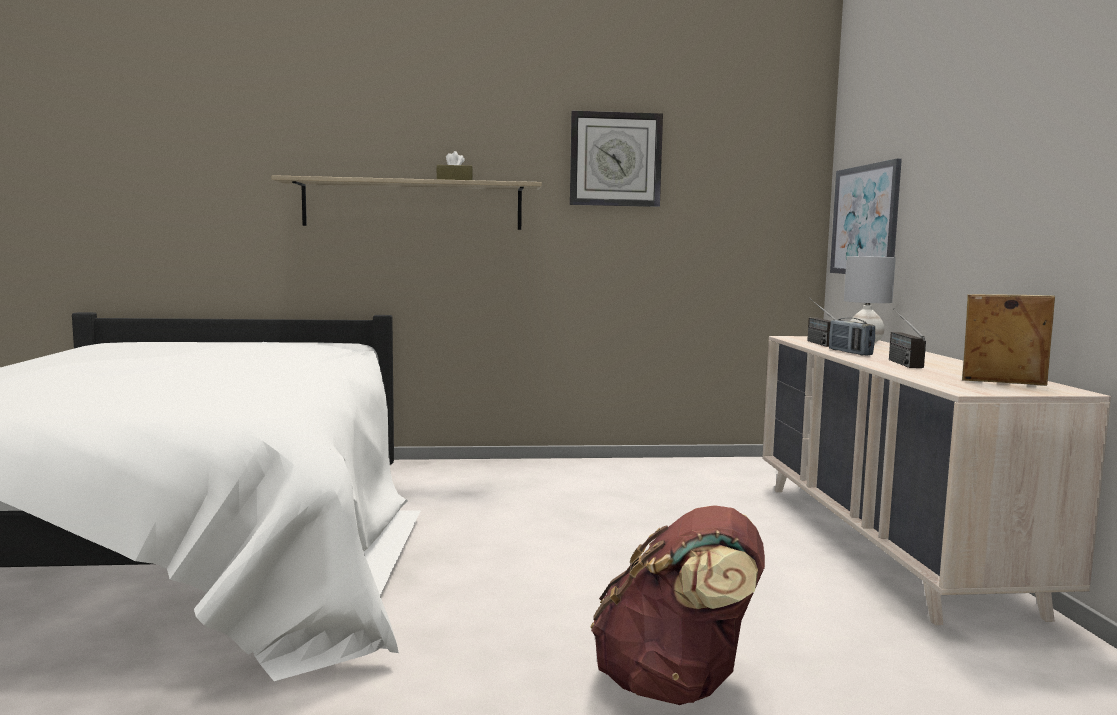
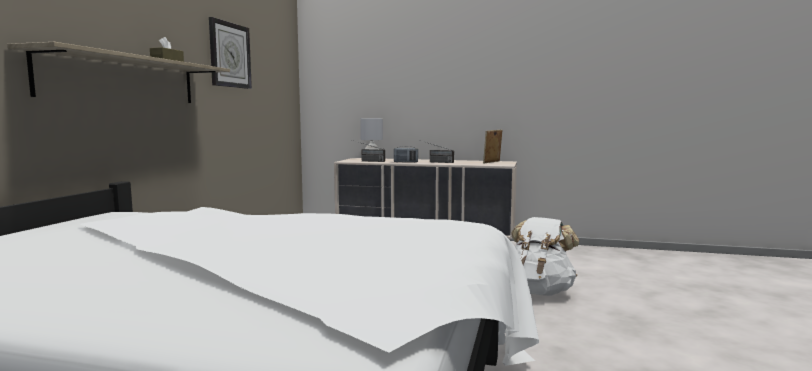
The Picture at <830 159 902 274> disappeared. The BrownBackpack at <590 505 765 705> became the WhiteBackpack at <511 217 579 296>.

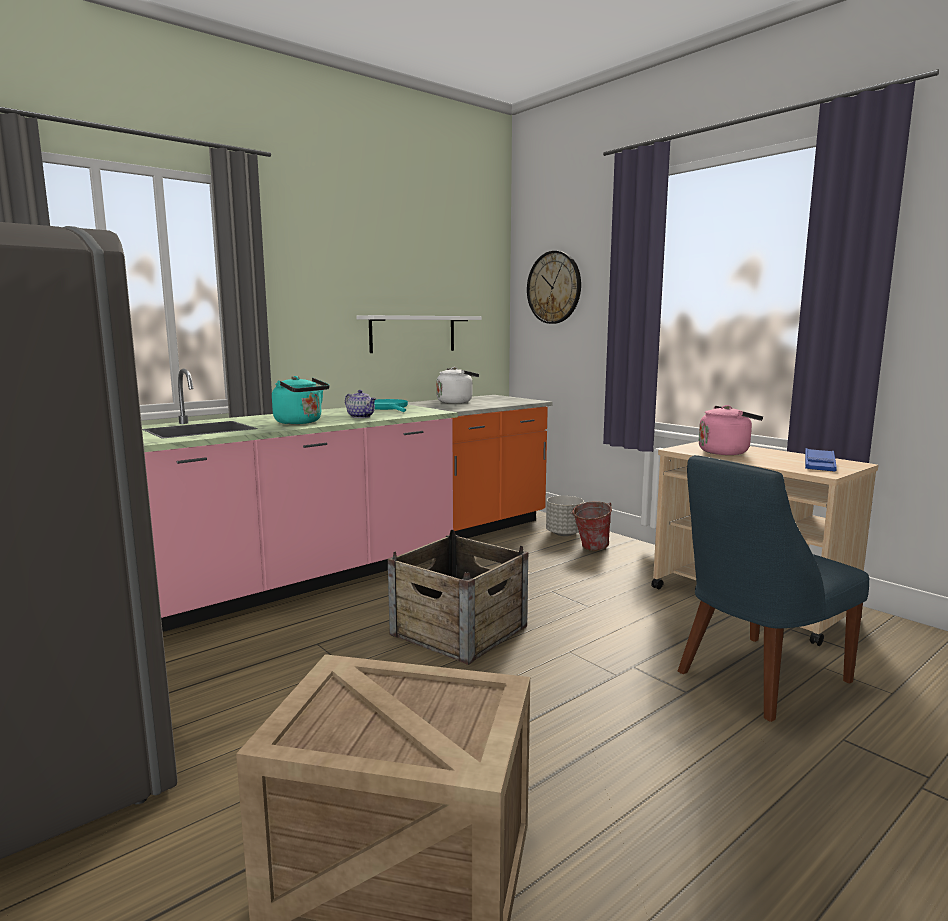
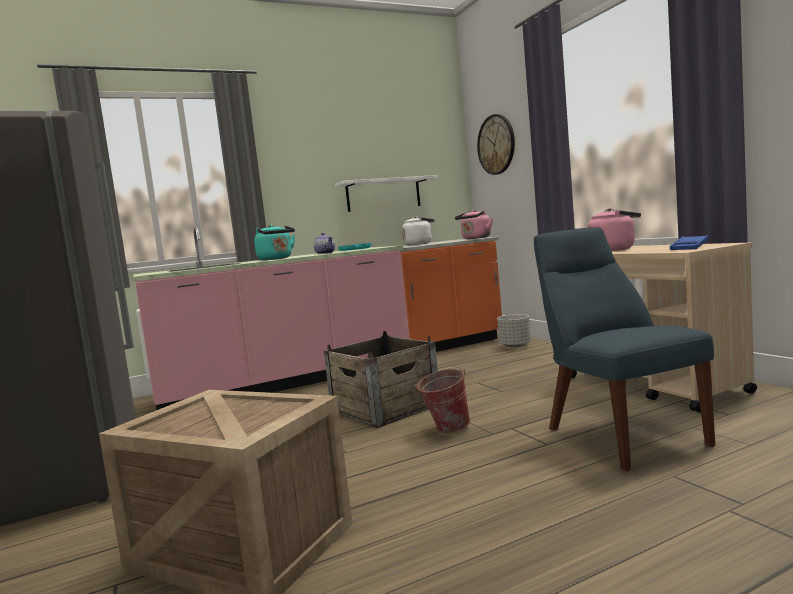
The PinkKettle at <455 210 493 239> appeared. The Bucket moved from <571 501 612 551> to <414 369 470 433>. The BlueChair at <678 455 870 722> turned 90 degrees clockwise.

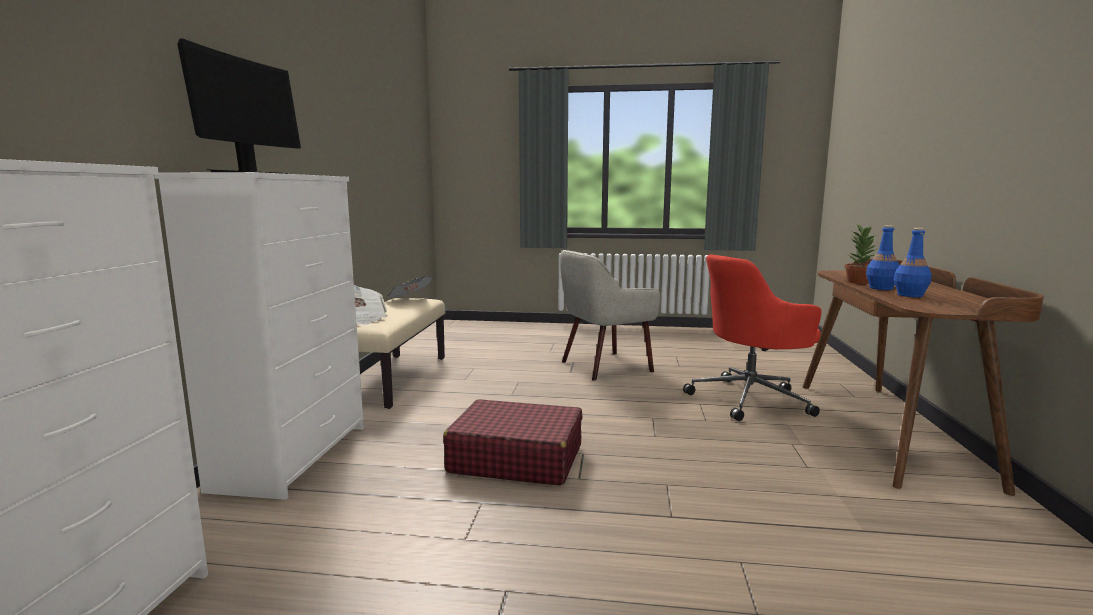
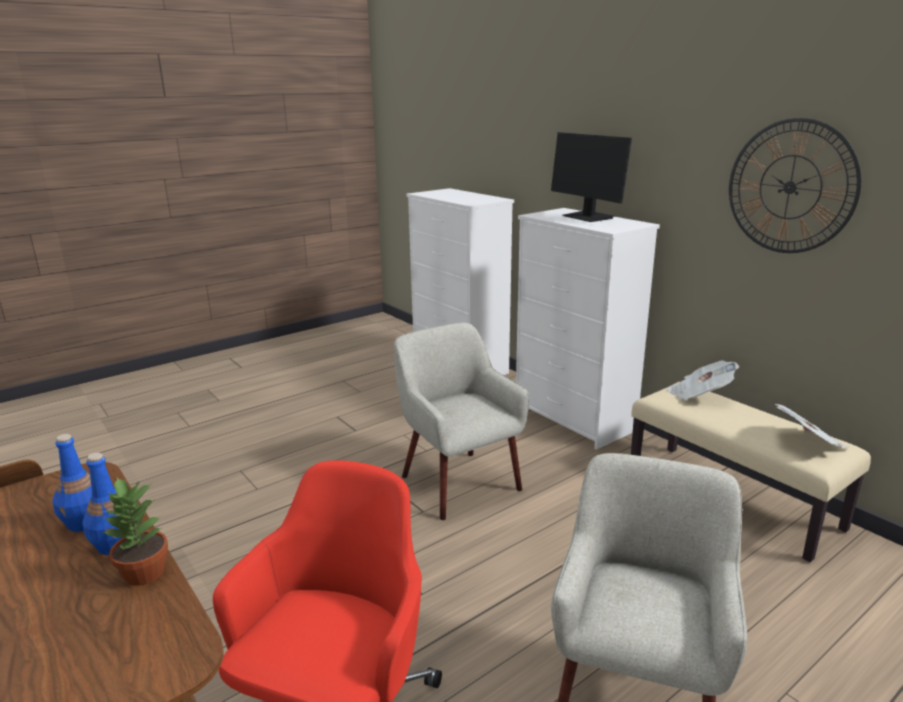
The WallClock at <729 118 861 253> appeared. The RedSuitcase at <443 399 582 486> was replaced by the BeigeArmchair at <394 323 529 520>.

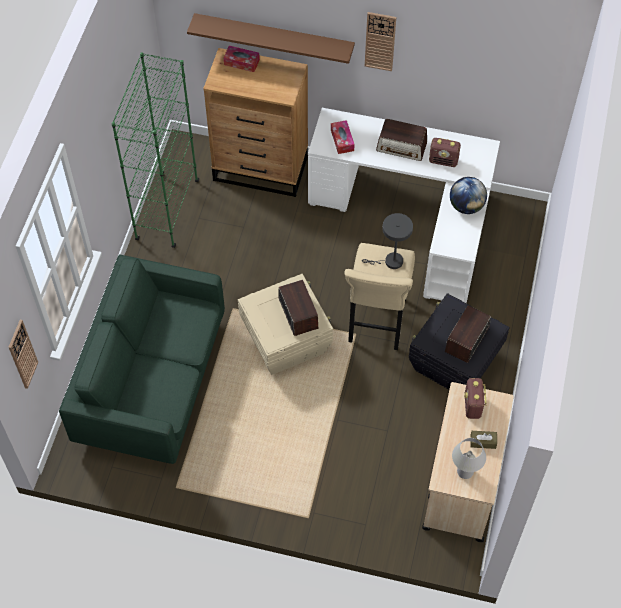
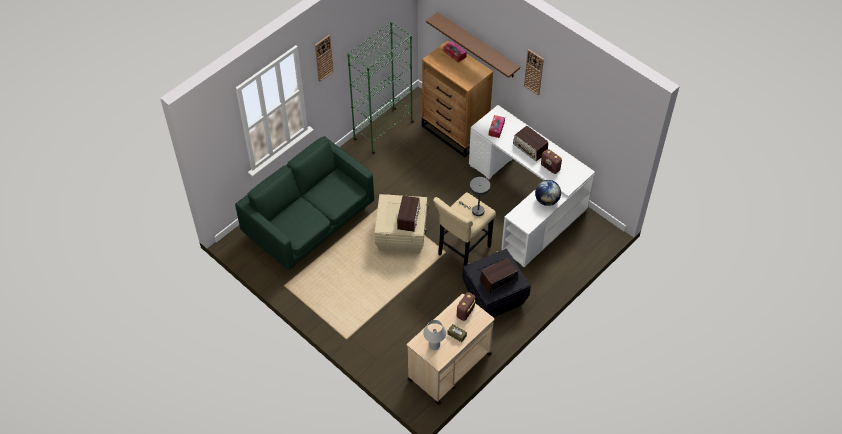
The WallClock moved from <9 320 38 389> to <315 35 333 82>.

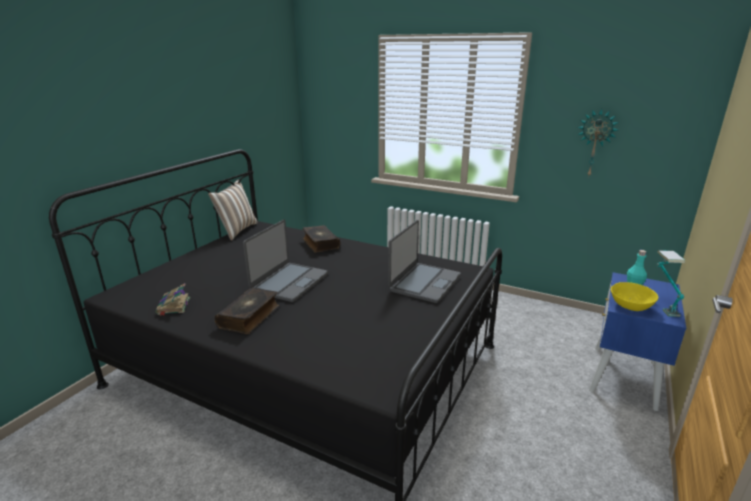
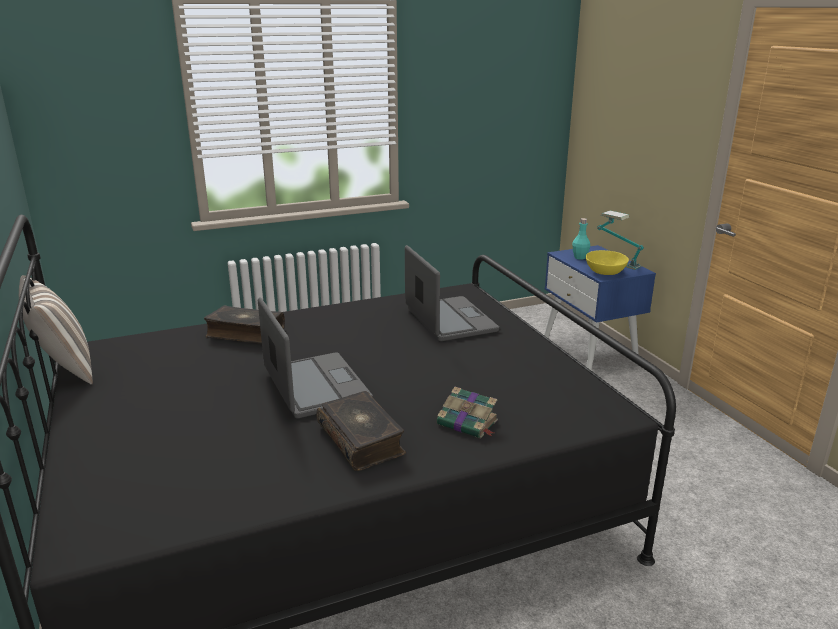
The WallClock at <578 109 619 178> disappeared. The Book moved from <155 283 190 316> to <437 386 498 438>.

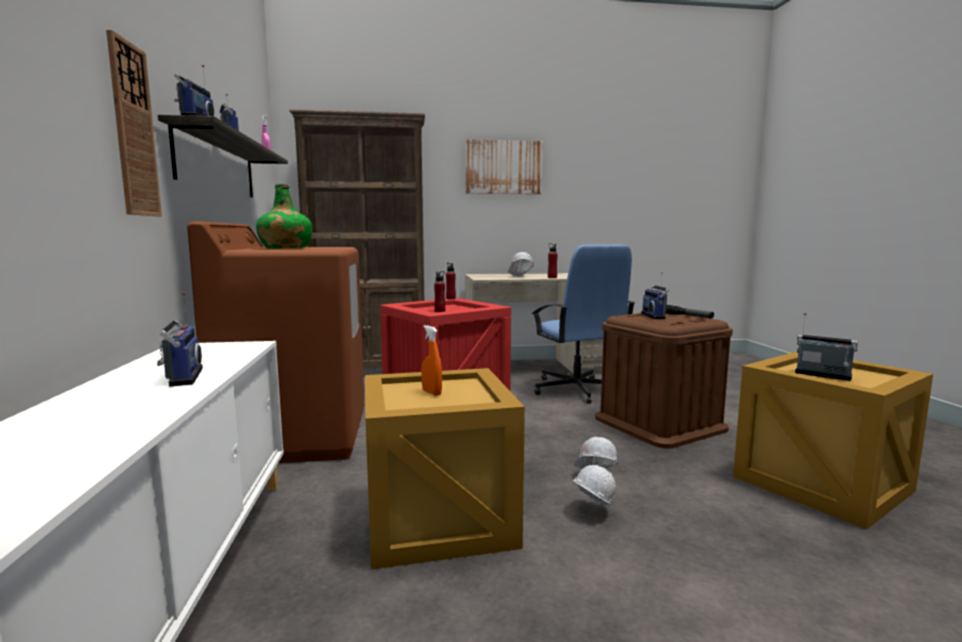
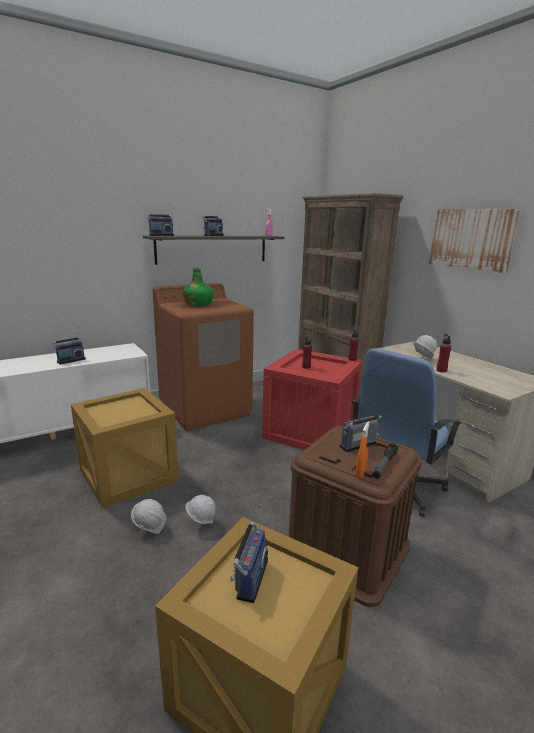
The WallClock at <106 30 162 217> disappeared. The OrangeSprayBottle moved from <421 325 442 396> to <355 421 370 478>.

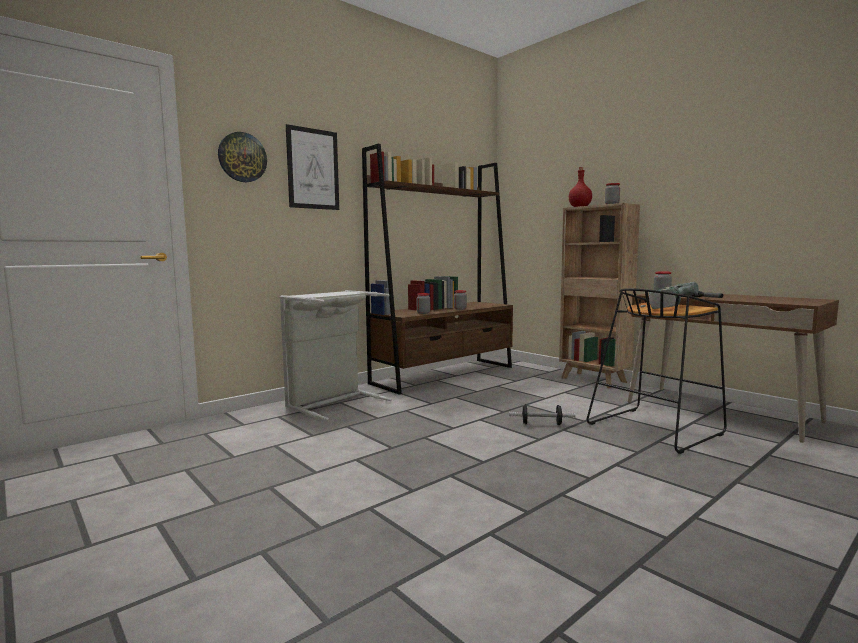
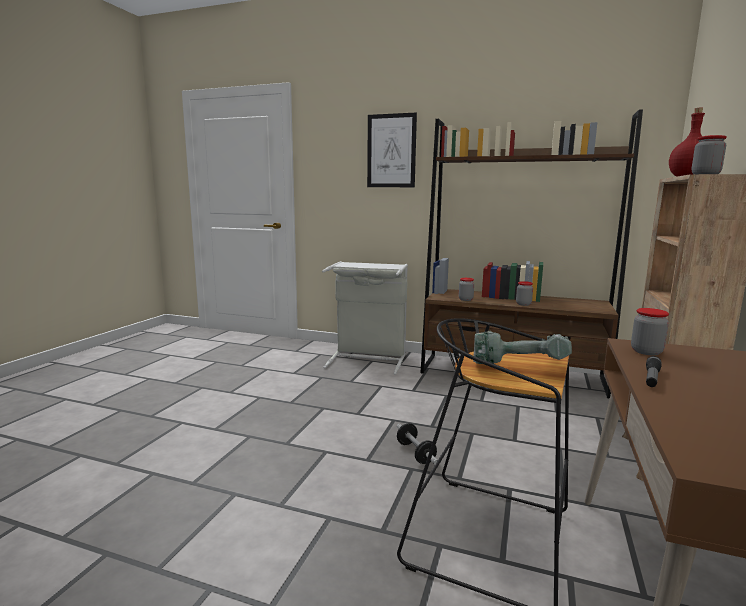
The WallClock at <218 132 267 182> disappeared.

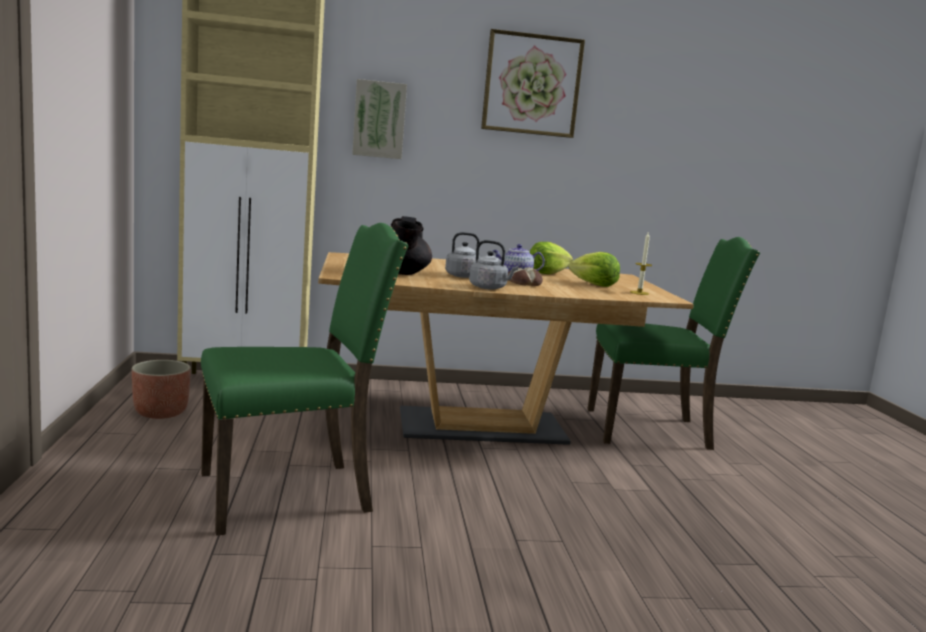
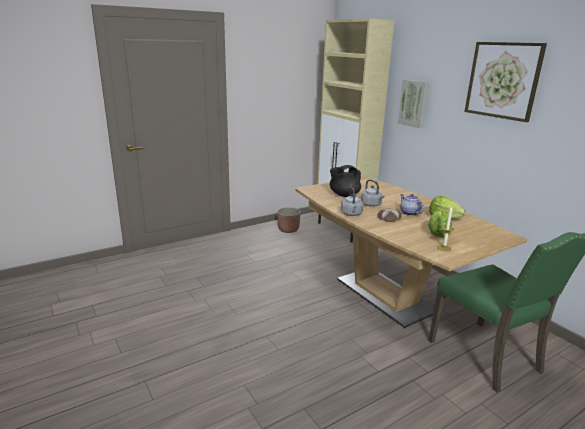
The GreenChair at <201 223 409 536> disappeared.

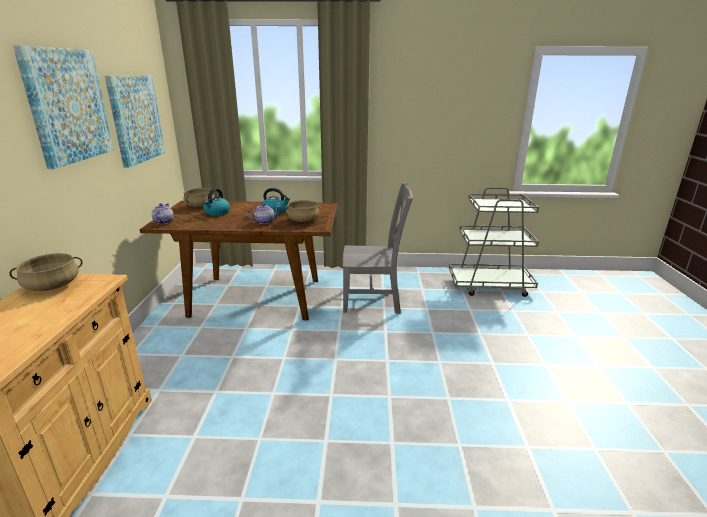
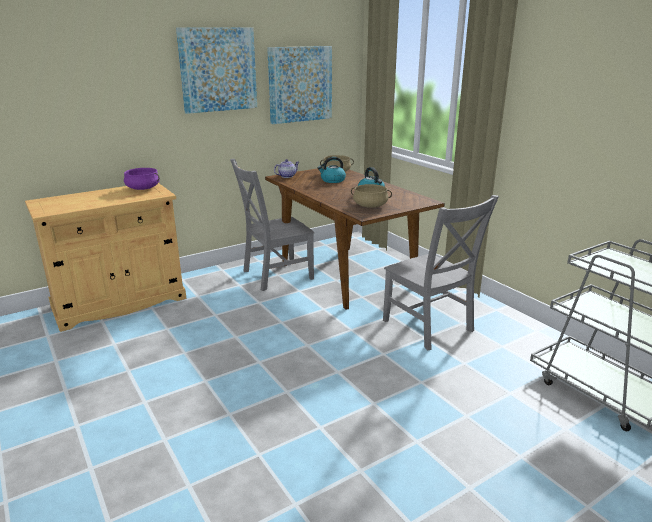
The Teapot at <247 203 280 224> disappeared. The GreyChair at <230 159 314 291> appeared. The BeigeCookingPot at <9 253 83 291> became the PurpleCookingPot at <124 168 160 190>.

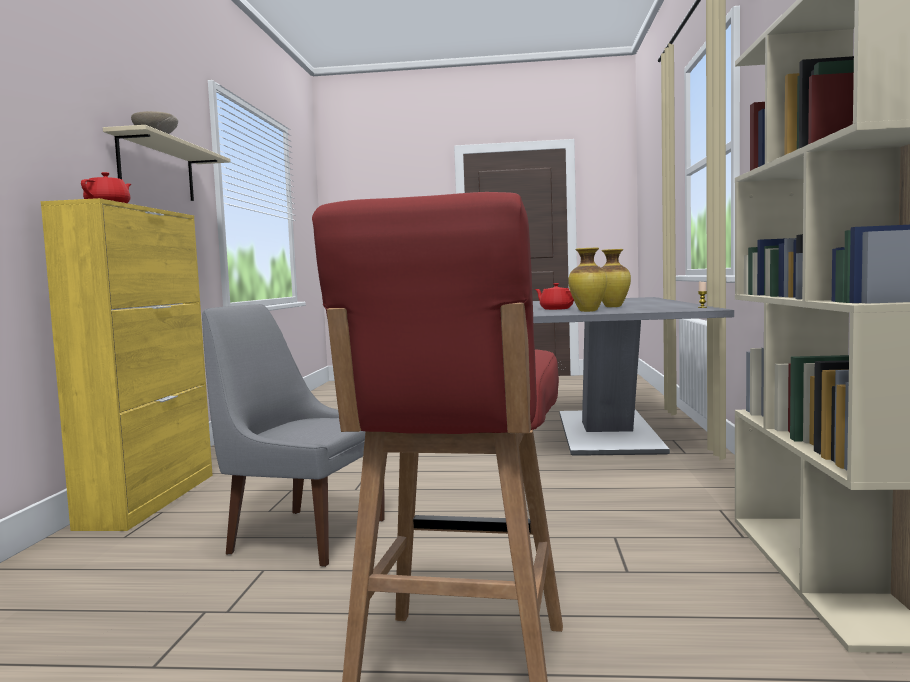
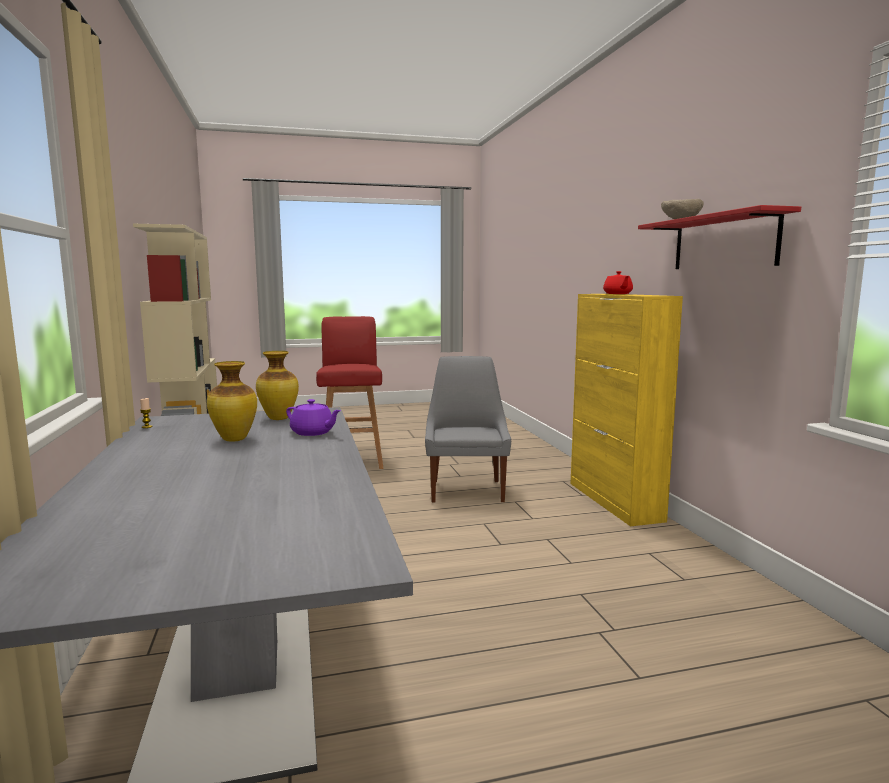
The BeigeShelf at <103 125 231 201> became the RedShelf at <638 205 801 269>. The RedTeapot at <535 283 574 310> became the PurpleTeapot at <286 399 341 436>. The GreyChair at <202 304 385 567> turned 90 degrees counterclockwise.

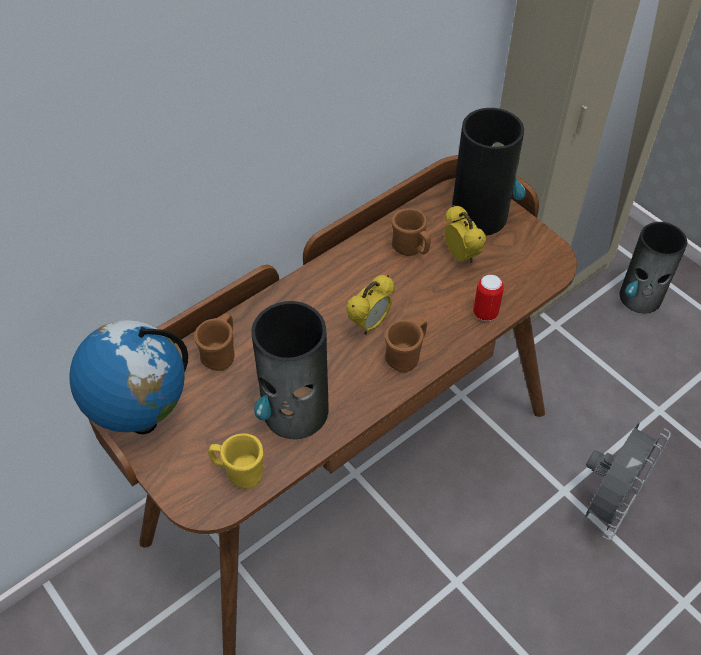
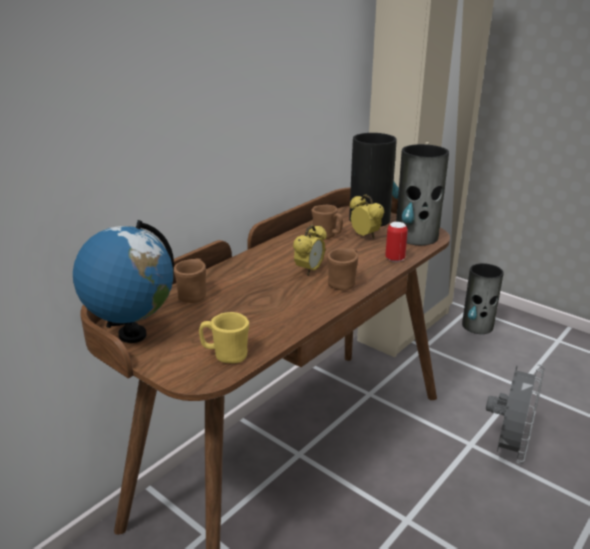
The Vase moved from <252 301 328 439> to <396 144 449 245>.

